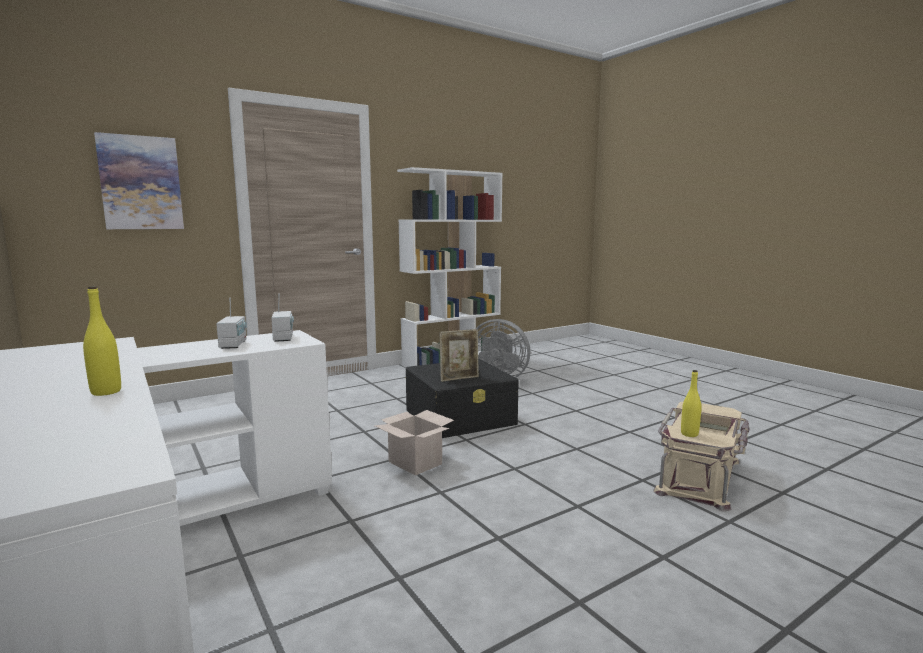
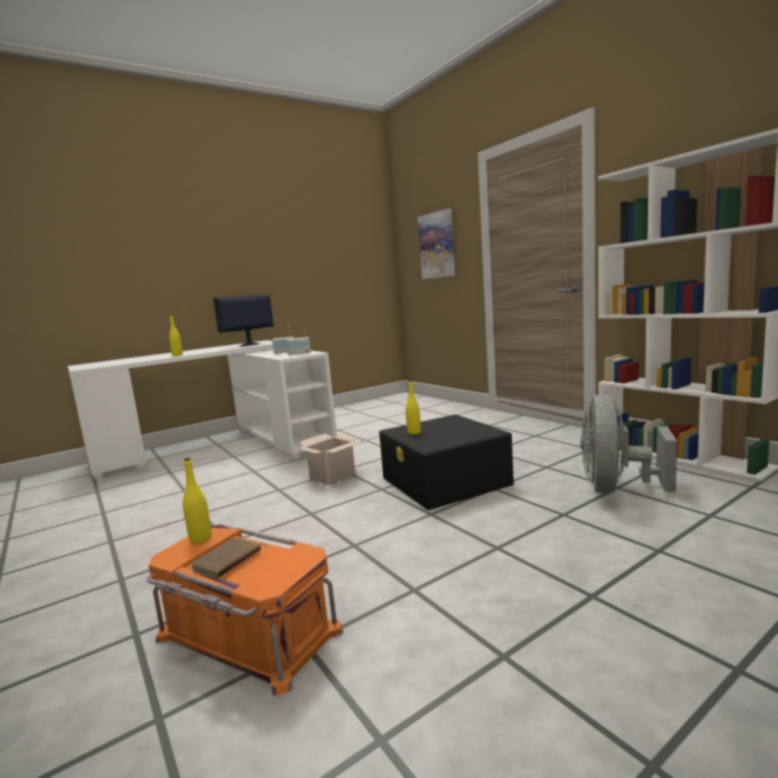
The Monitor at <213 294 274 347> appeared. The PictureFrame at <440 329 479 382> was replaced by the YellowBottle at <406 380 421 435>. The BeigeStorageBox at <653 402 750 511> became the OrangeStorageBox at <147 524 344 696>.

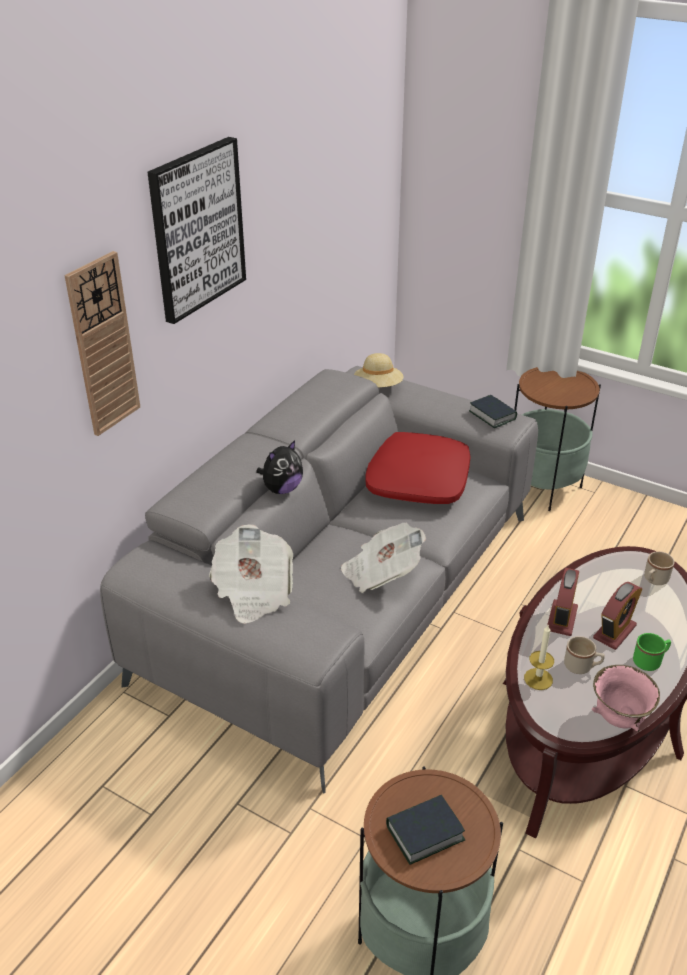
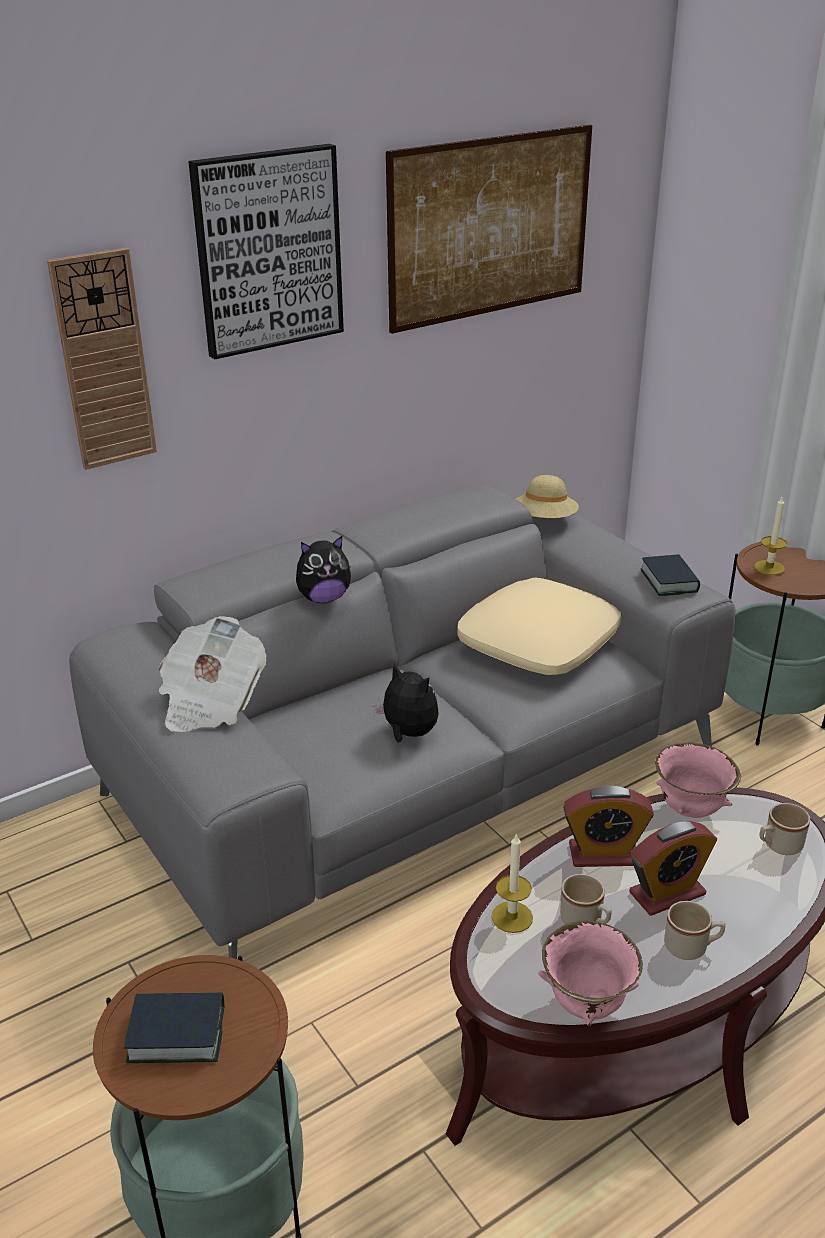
The Picture at <386 125 592 334> appeared. The PinkBowl at <655 742 741 818> appeared. The Candle at <754 497 787 575> appeared. The Newspaper at <341 523 426 593> was replaced by the PlushToy at <373 663 439 743>. The RedPillow at <365 432 471 504> became the BeigePillow at <458 578 621 675>. The GreenMug at <633 633 671 671> became the BeigeMug at <664 901 725 960>. The AlarmClock at <547 568 579 636> turned 135 degrees counterclockwise.

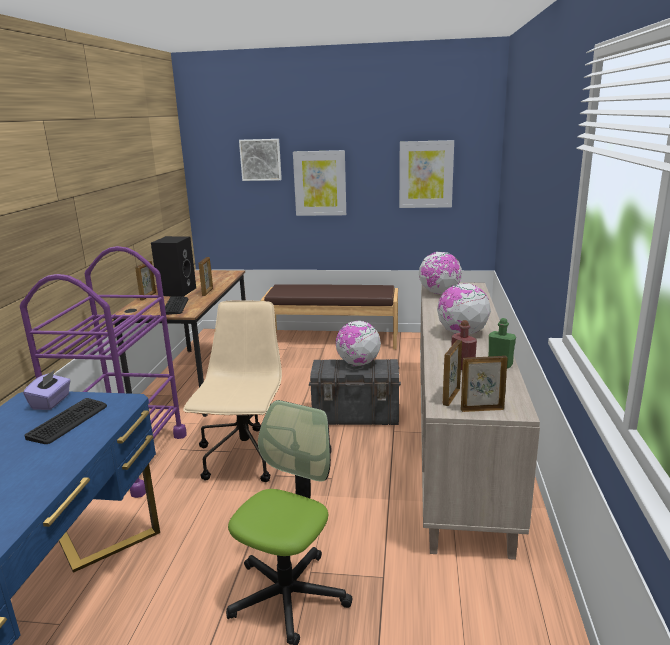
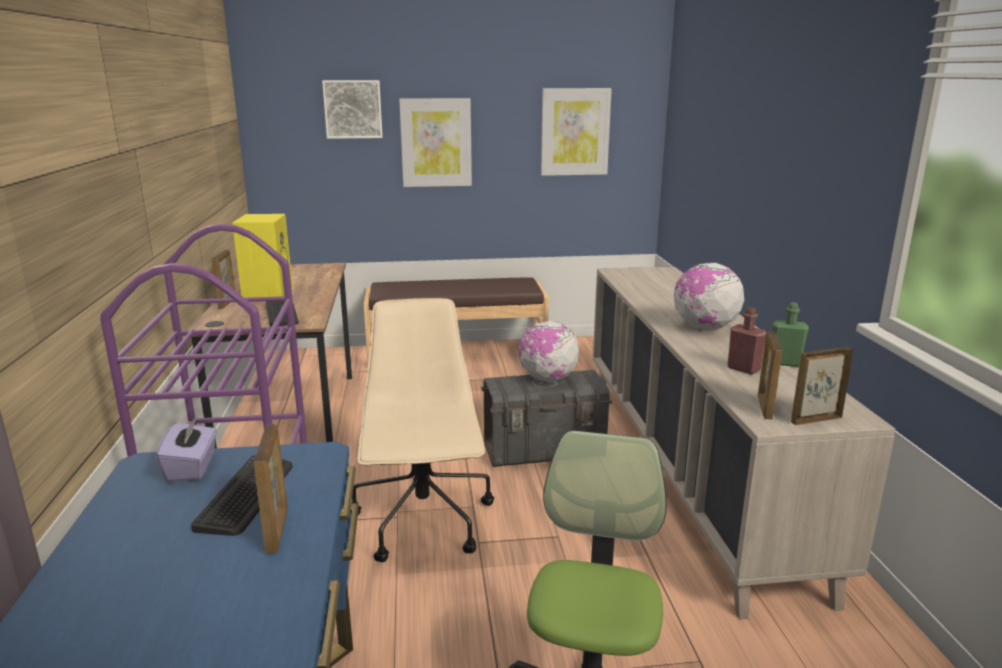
The Globe at <419 252 462 294> disappeared. The PictureFrame moved from <199 257 213 296> to <254 424 288 554>. The BlackSpeaker at <151 236 196 297> became the YellowSpeaker at <232 214 293 298>.

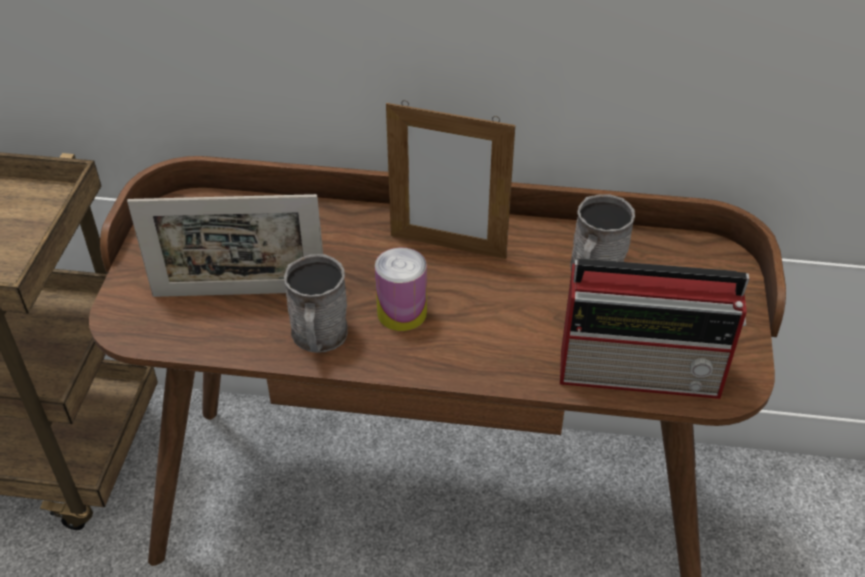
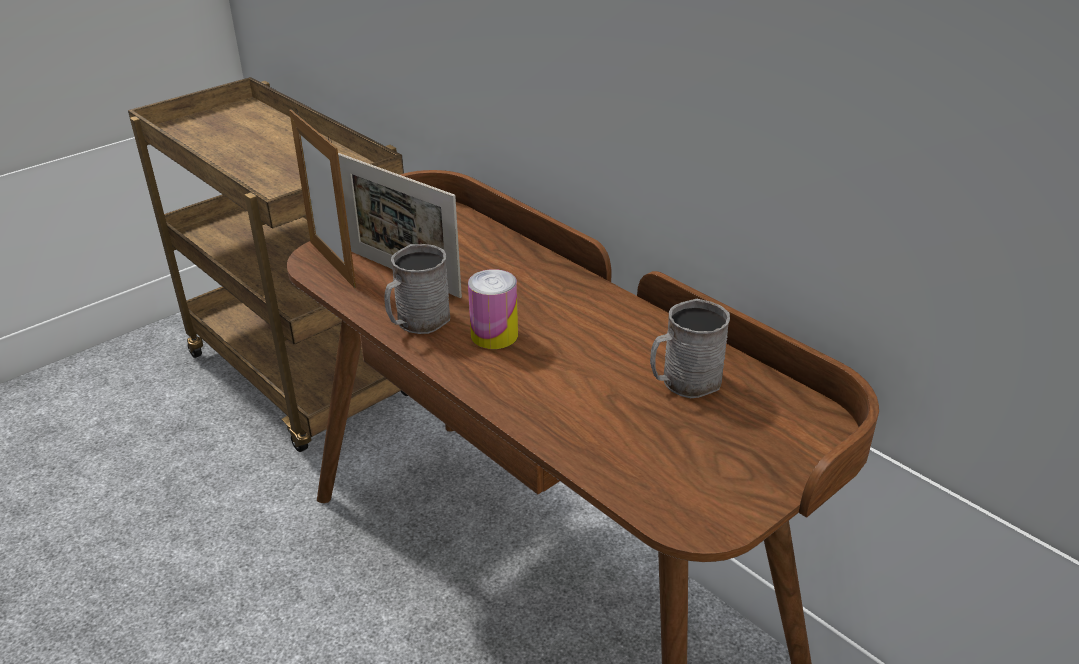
The Radio at <560 258 749 399> disappeared. The PictureFrame moved from <386 100 515 259> to <289 109 356 288>.

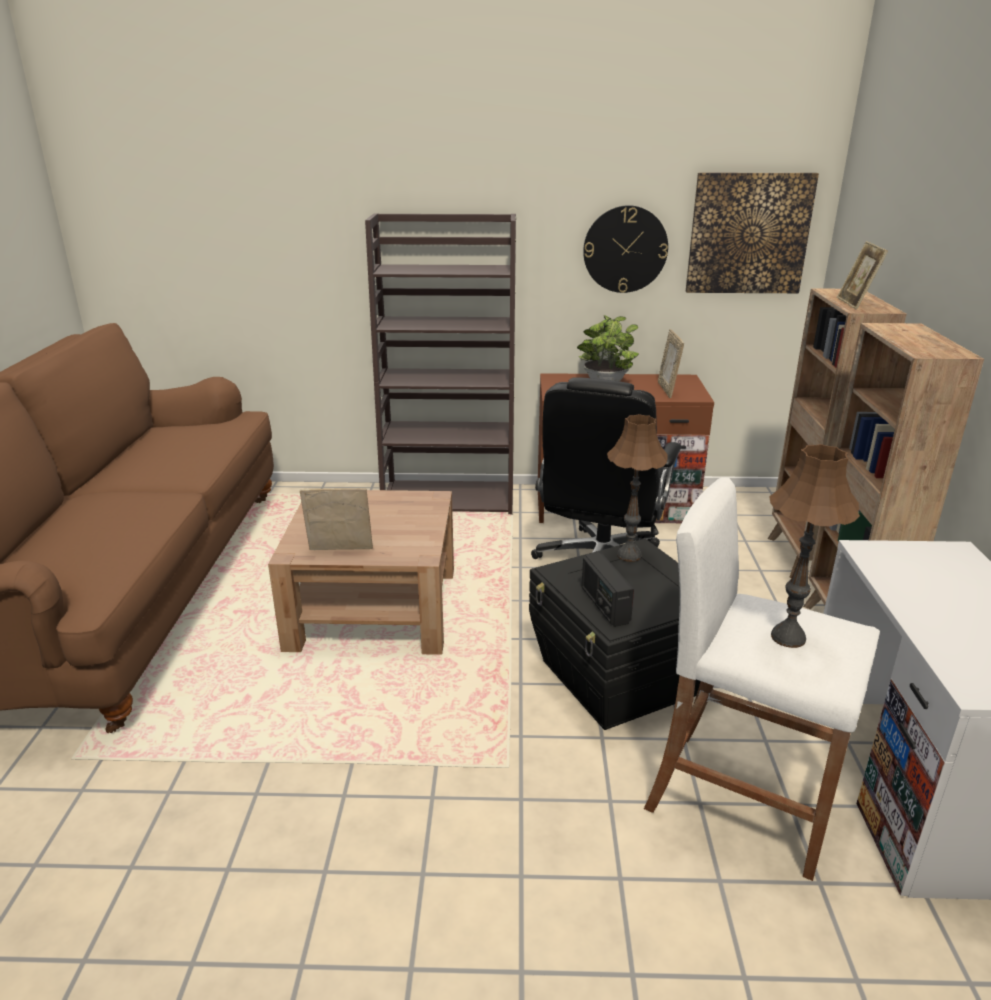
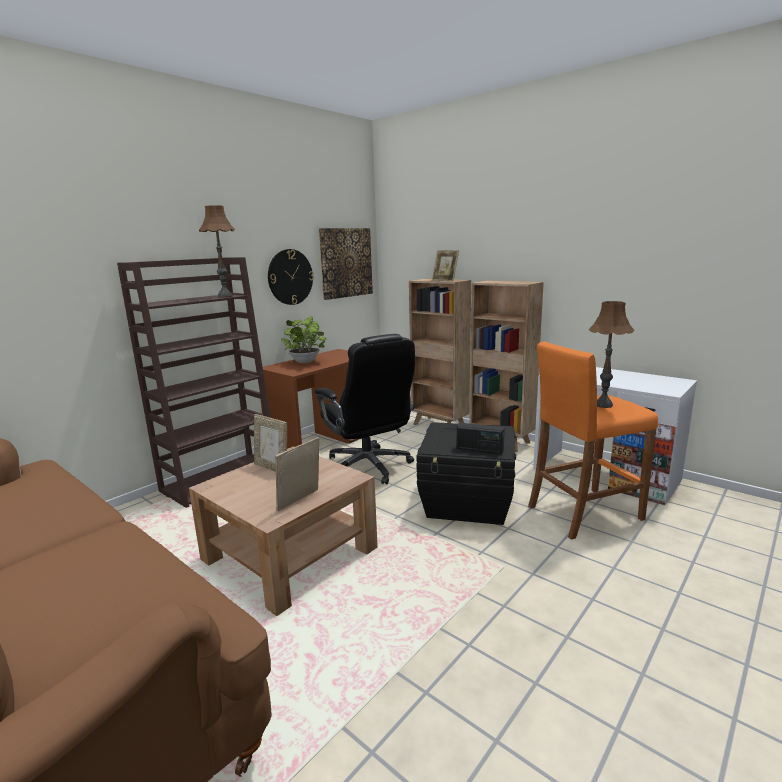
The BrownTableLamp moved from <607 414 668 562> to <199 205 235 298>. The PictureFrame moved from <658 329 684 398> to <254 414 287 472>. The WhiteStool at <644 478 880 881> became the OrangeStool at <528 341 658 540>.

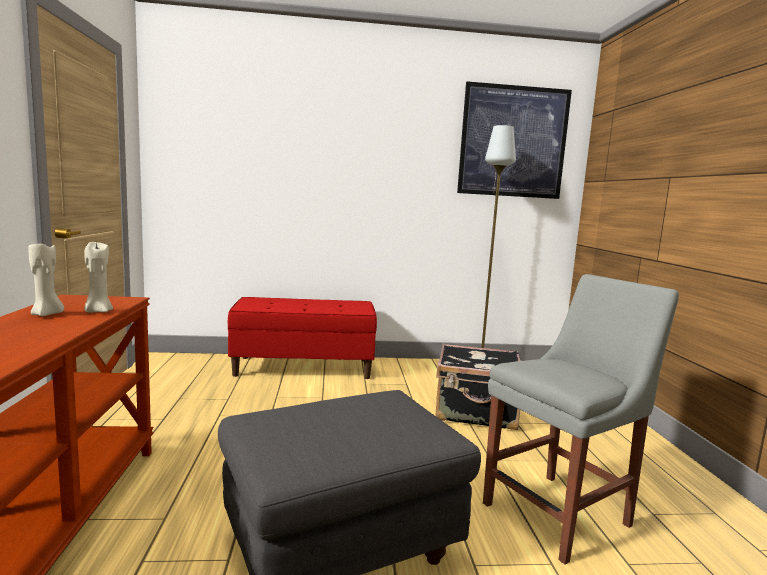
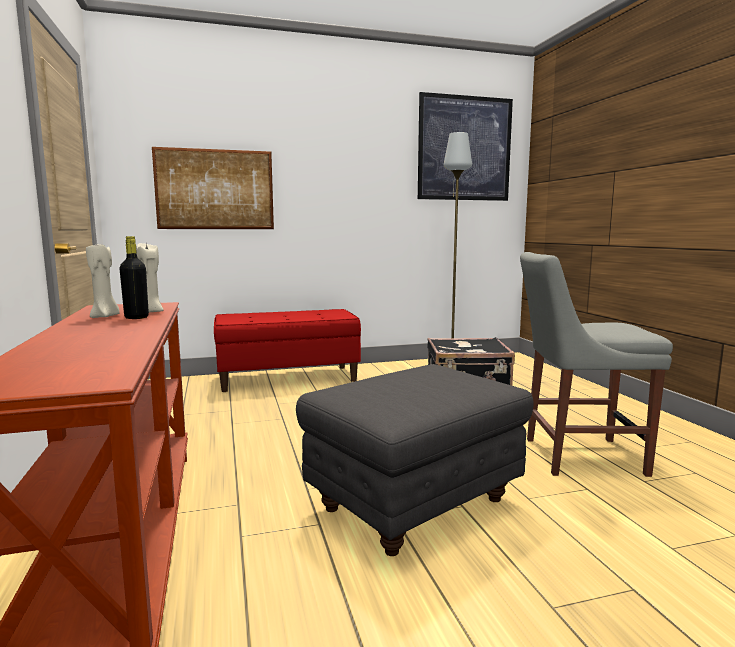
The BlackBottle at <119 236 149 319> appeared. The Picture at <152 147 274 229> appeared. The GreyChair at <483 274 679 565> turned 135 degrees counterclockwise.

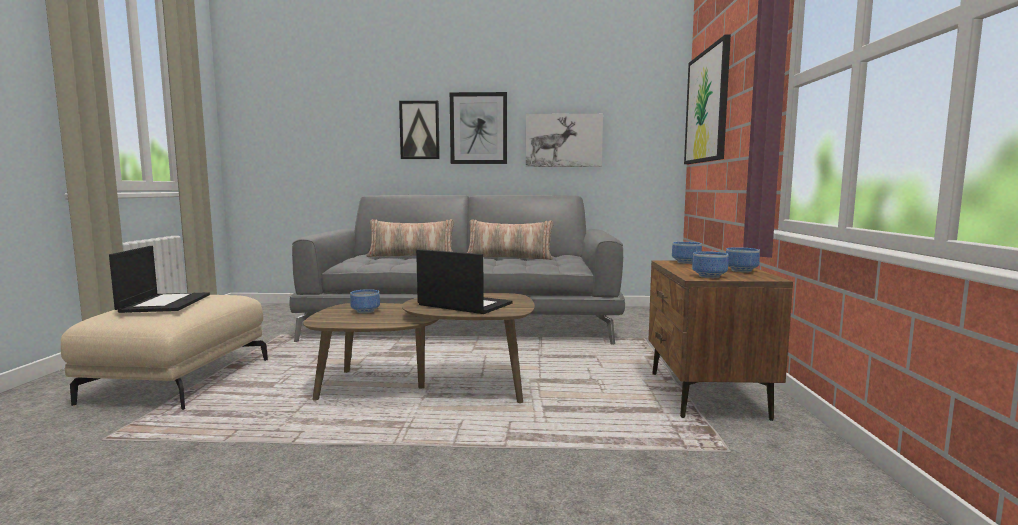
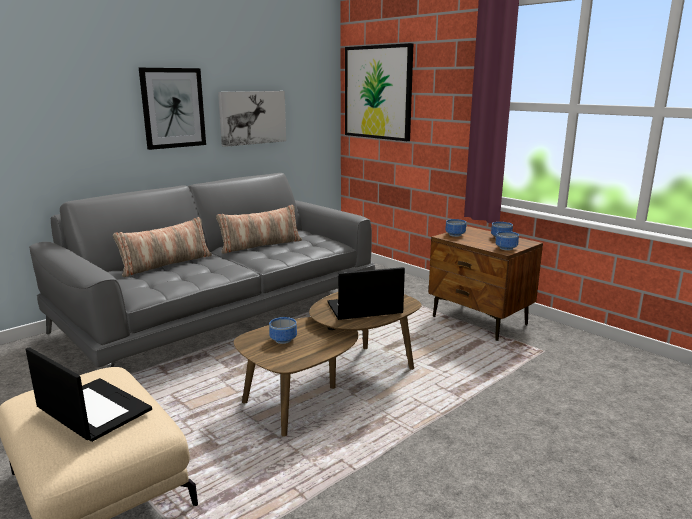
The Picture at <399 101 440 159> disappeared.

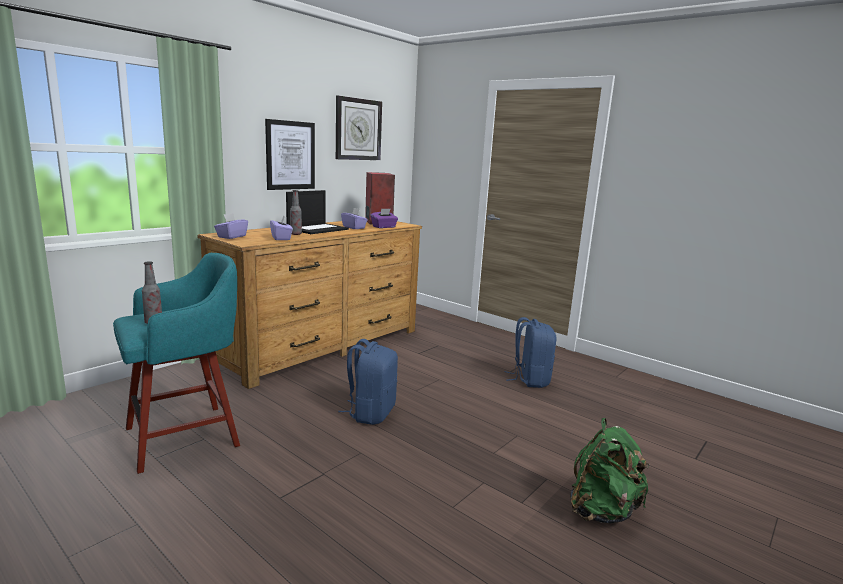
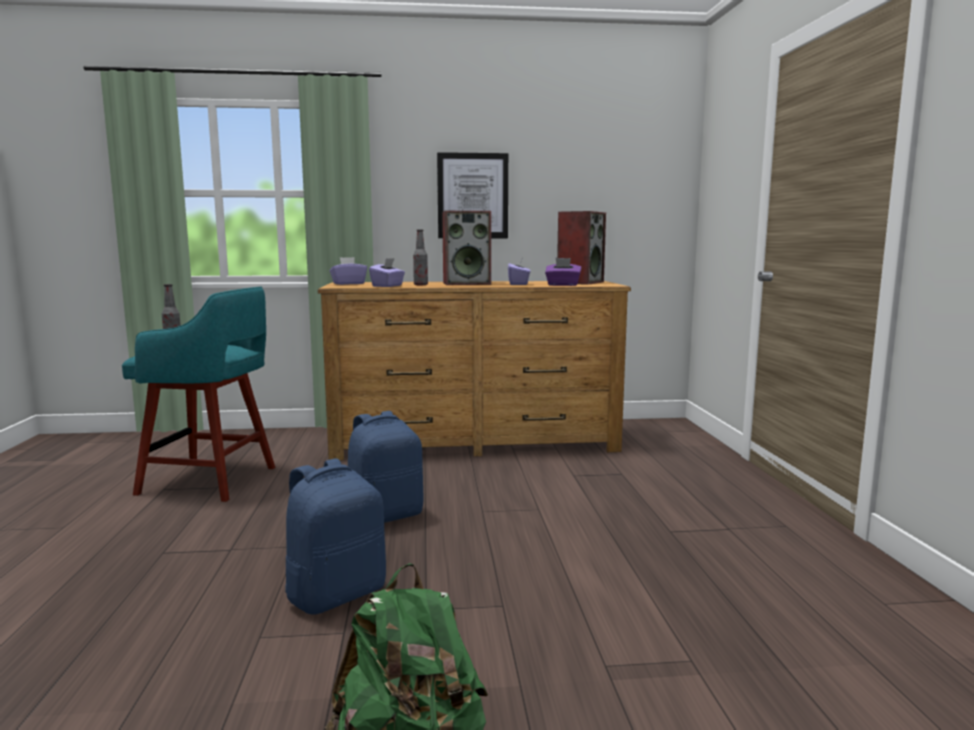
The WallClock at <336 95 382 160> disappeared. The BlueBackpack moved from <504 317 556 388> to <285 458 386 615>. The Laptop at <286 190 349 234> was replaced by the Speaker at <442 211 491 285>.

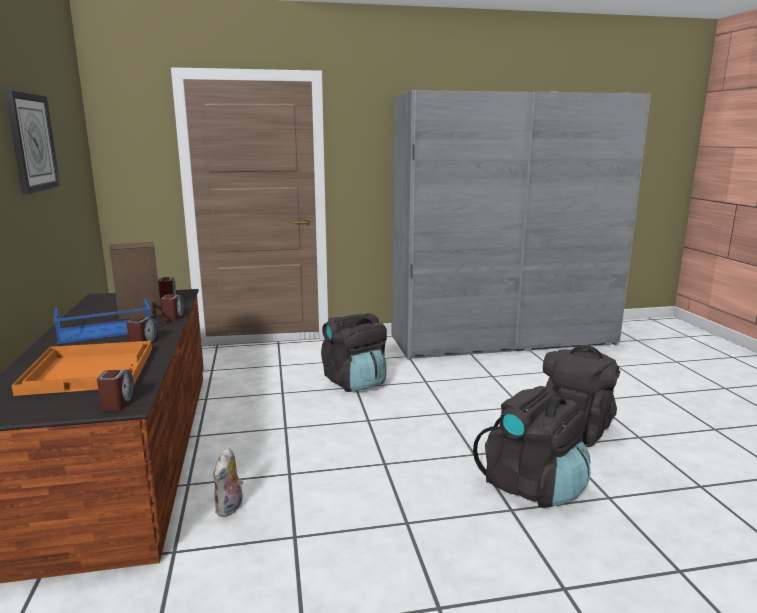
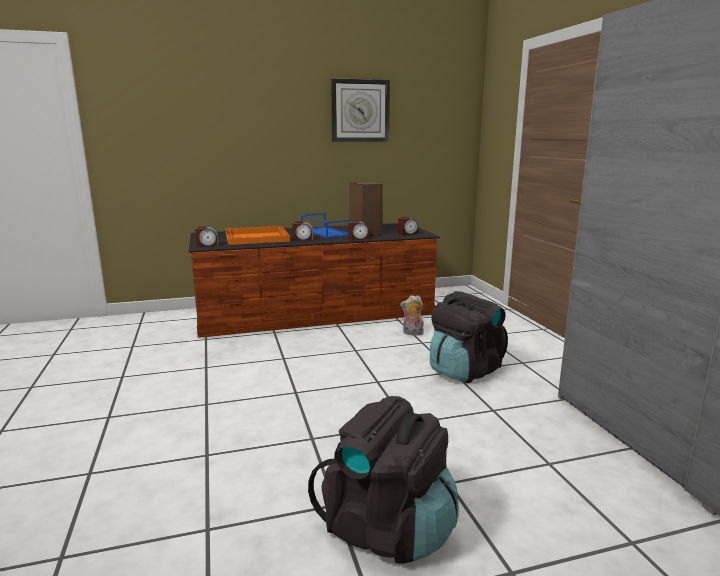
The BlackBackpack at <473 386 591 508> disappeared. The PlushToy moved from <213 448 243 517> to <400 295 424 335>.

